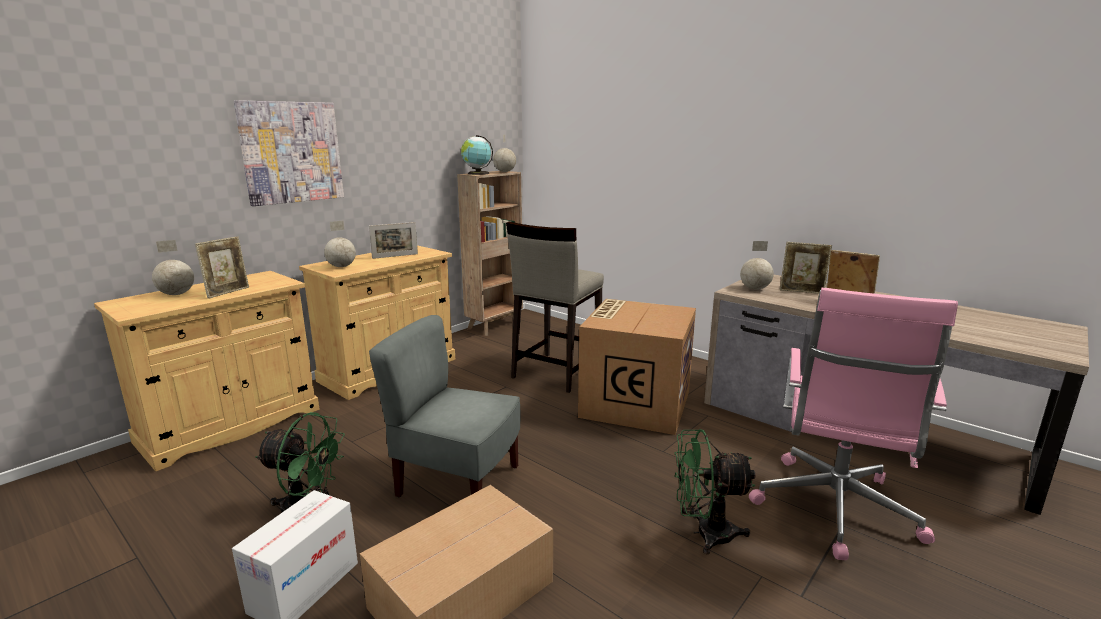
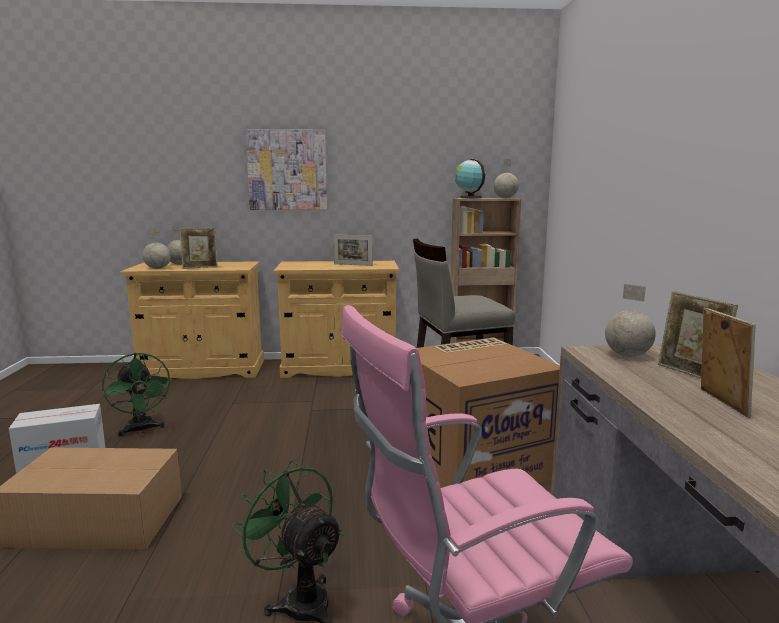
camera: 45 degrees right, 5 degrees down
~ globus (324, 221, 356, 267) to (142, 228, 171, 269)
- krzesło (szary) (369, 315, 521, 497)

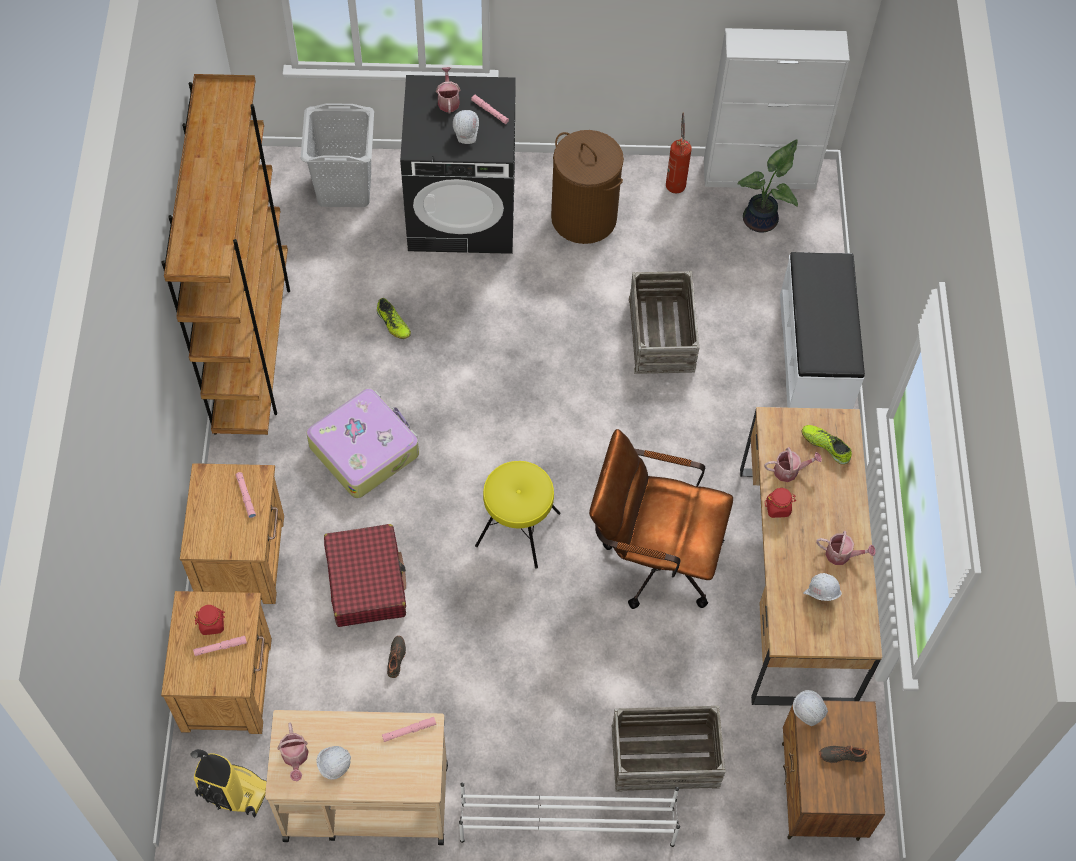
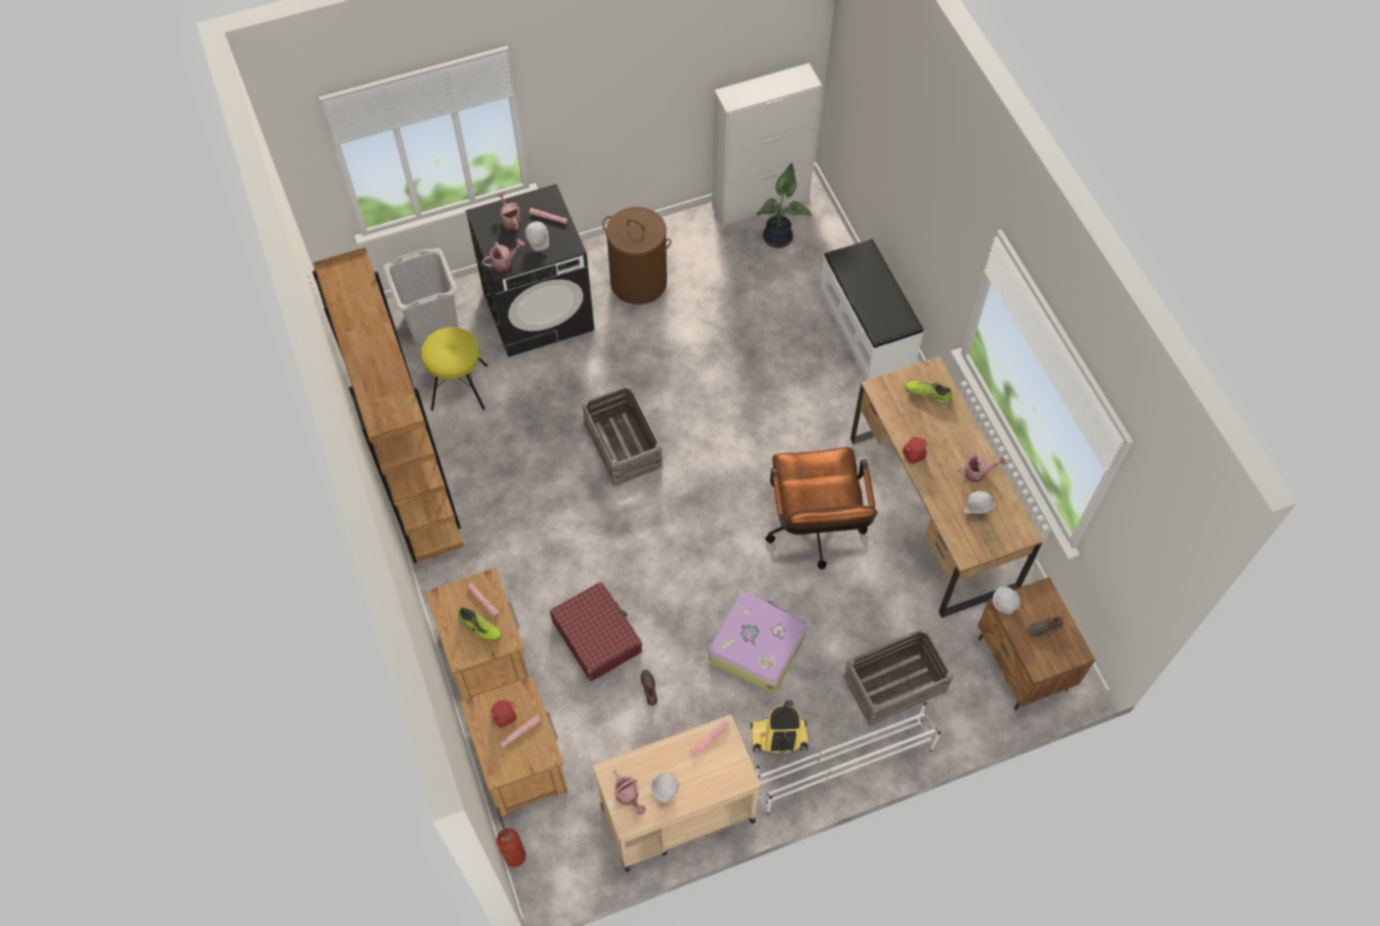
camera: 20 degrees left, 0 degrees up
~ gaśnica (666, 113, 692, 193) to (496, 807, 526, 867)
~ skrzynka (629, 271, 699, 374) to (582, 384, 663, 486)
~ but (377, 298, 411, 339) to (458, 607, 502, 641)
~ walizka (306, 389, 419, 498) to (709, 592, 807, 693)
~ krzesło biurowe (brązowy) (589, 429, 733, 609) = (765, 447, 878, 569) 90 degrees counterclockwise
~ konewka (764, 447, 822, 482) to (482, 239, 525, 271)
~ stołek (żółty) (475, 461, 561, 569) to (422, 327, 488, 411)
~ odkurzacz (190, 749, 267, 818) to (750, 700, 808, 754)

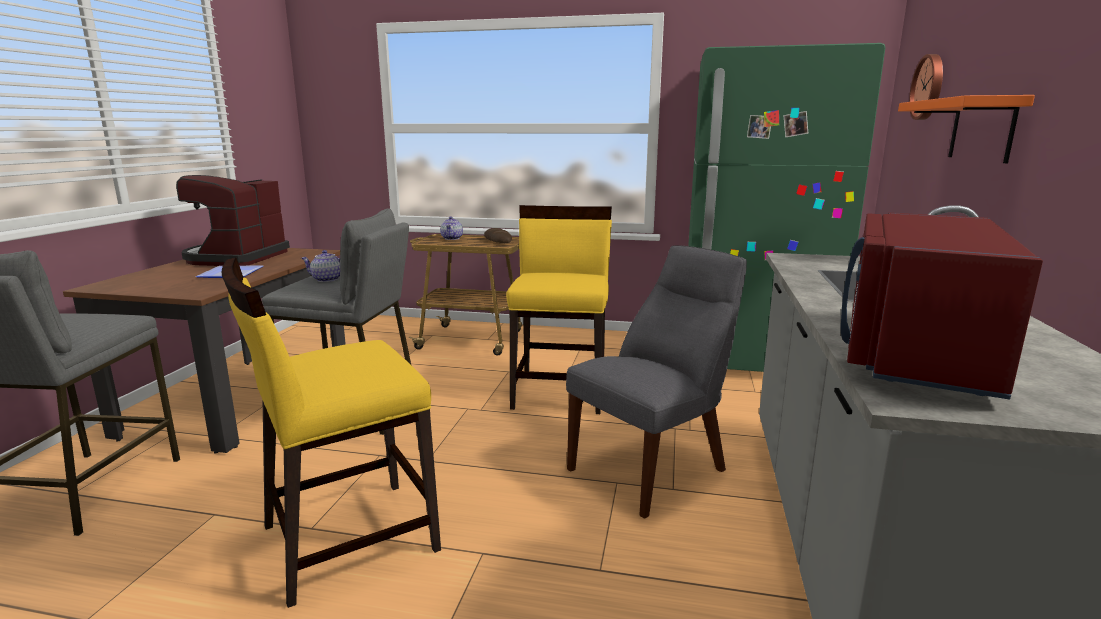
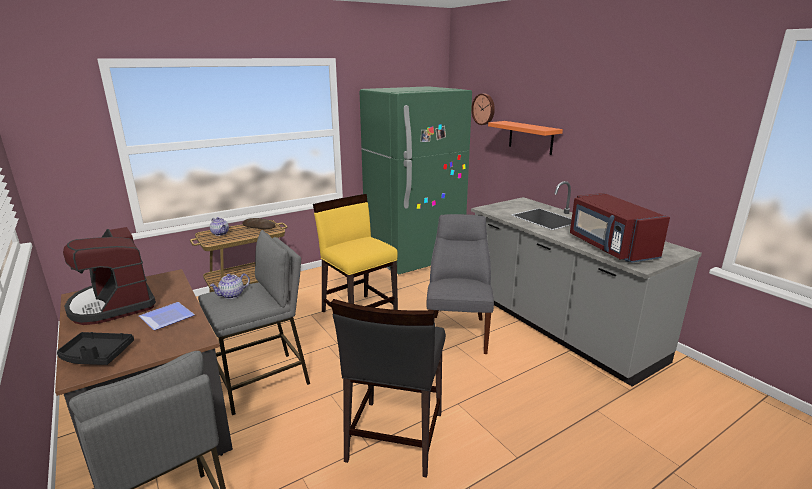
camera: 45 degrees left, 5 degrees up
~ krzesło (żółty) (222, 257, 441, 608) to krzesło (czarny) (331, 299, 446, 478)
+ taca (czarny) (57, 332, 134, 365)

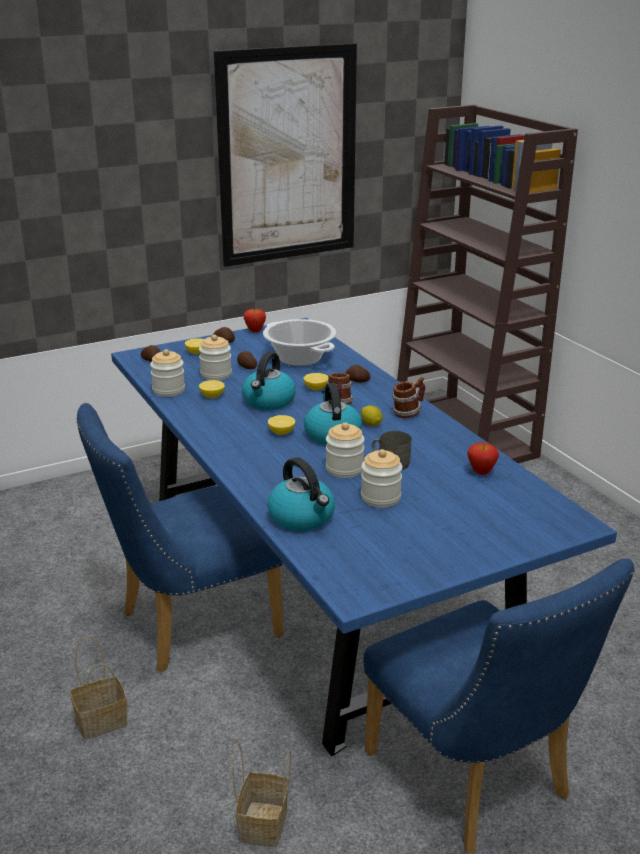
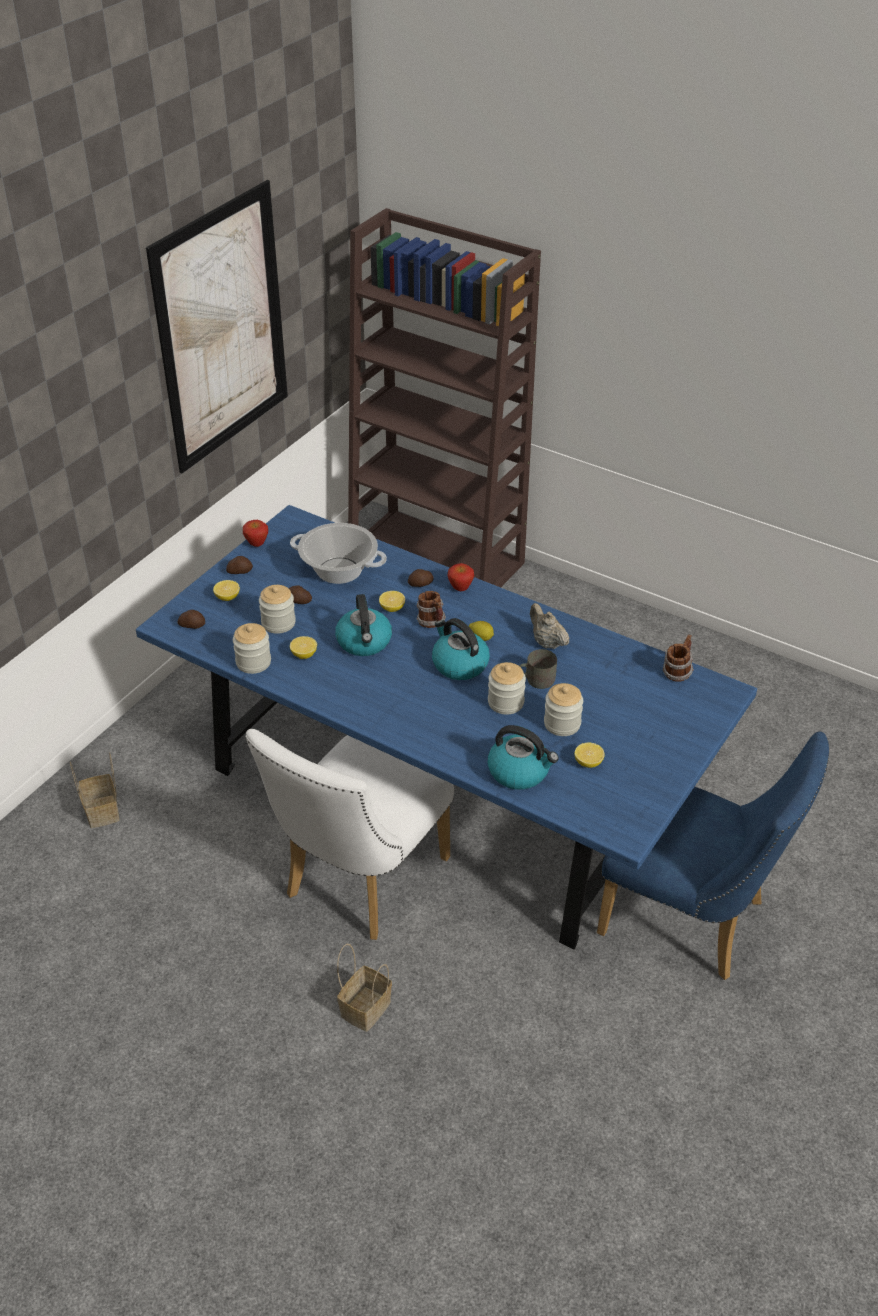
camera: 30 degrees left, 15 degrees up
~ kubek (392, 377, 425, 418) to (663, 634, 694, 682)
~ krzesło (niebieski) (77, 403, 284, 672) to krzesło (biały) (245, 729, 454, 940)
~ cytryna (268, 415, 295, 435) to (574, 742, 605, 768)
~ jabłko (467, 442, 499, 475) to (448, 563, 474, 591)
~ koszyk (233, 743, 291, 847) to (70, 752, 119, 828)
+ imbryk (beżowy) (530, 603, 569, 649)

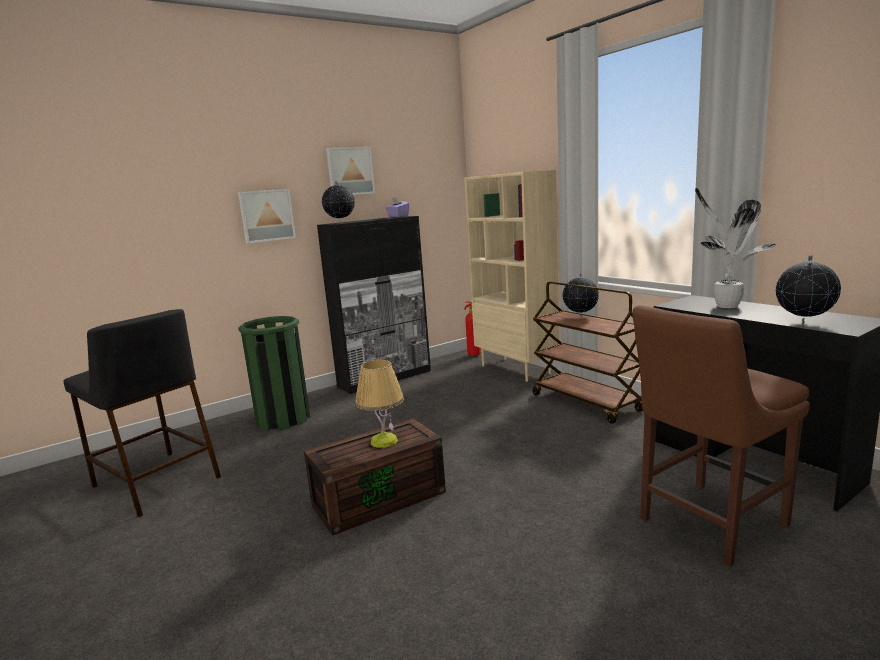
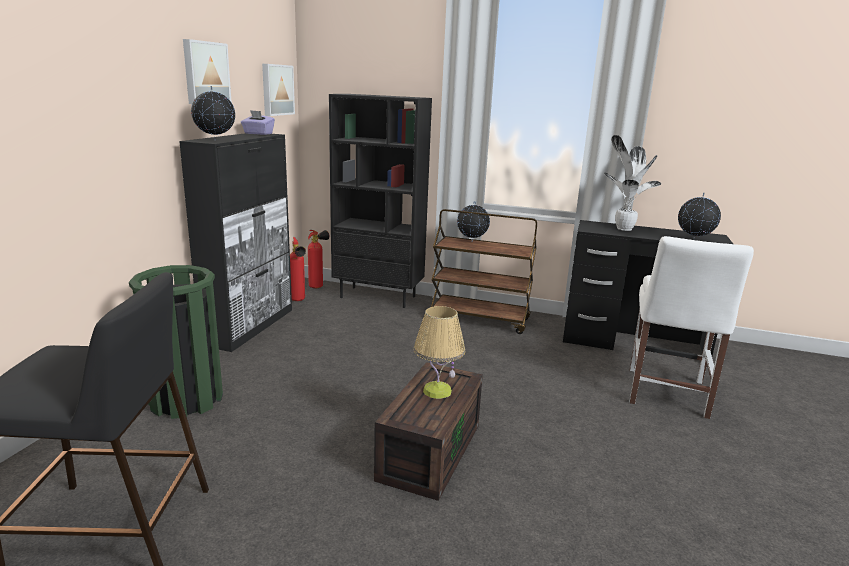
camera: 40 degrees left, 5 degrees up
~ regał (beżowy) (464, 170, 559, 382) to regał (czarny) (329, 94, 432, 308)
~ obraz (238, 189, 296, 243) to (262, 64, 295, 116)
~ krzesło (brązowy) (632, 305, 810, 567) to krzesło (biały) (630, 236, 754, 419)
+ gaśnica (290, 237, 306, 301)

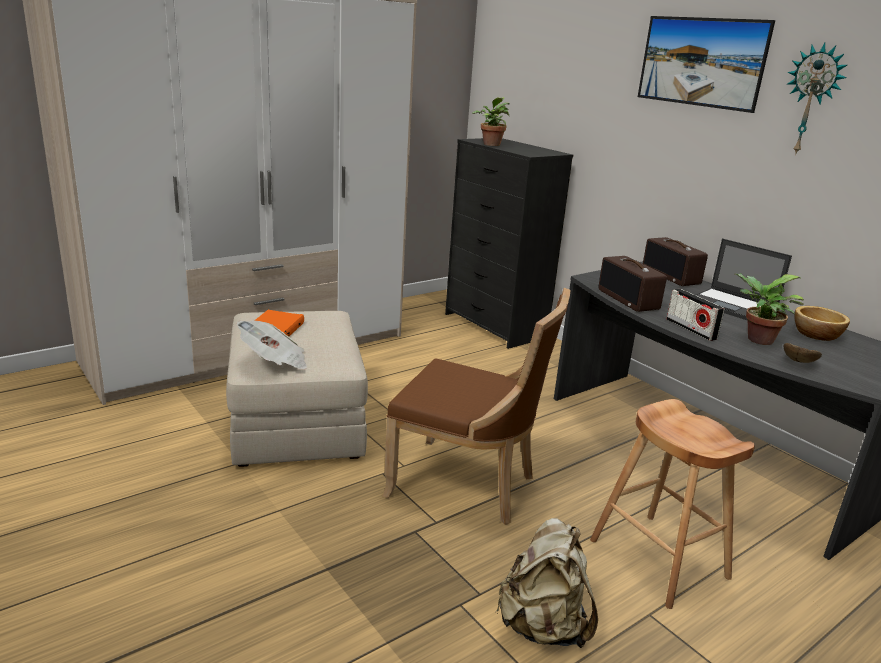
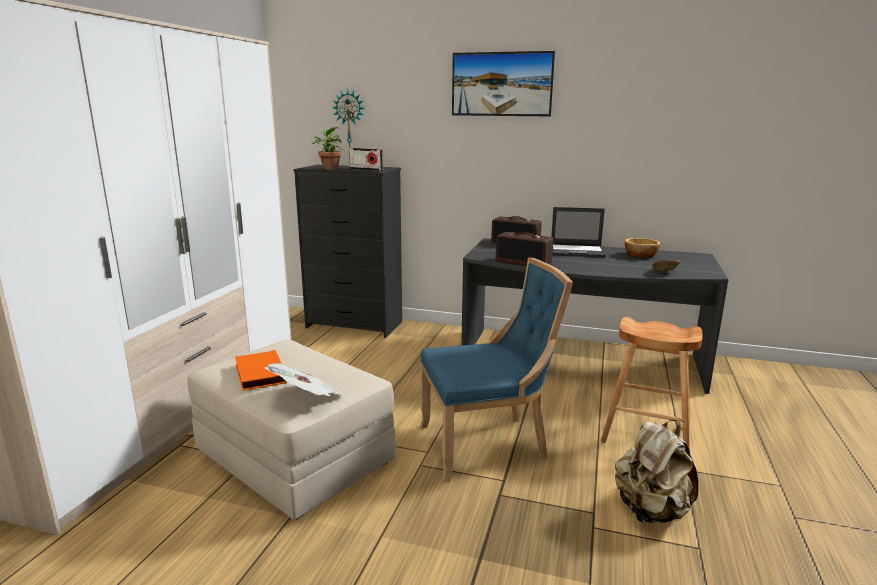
camera: 35 degrees left, 5 degrees down
~ zegar ścienny (787, 42, 847, 155) to (332, 89, 364, 153)
- roślina doniczkowa (735, 273, 804, 345)
~ krzesło (brązowy) (382, 288, 570, 525) to krzesło (niebieski) (420, 257, 573, 482)
~ radio (667, 289, 725, 341) to (349, 148, 383, 171)

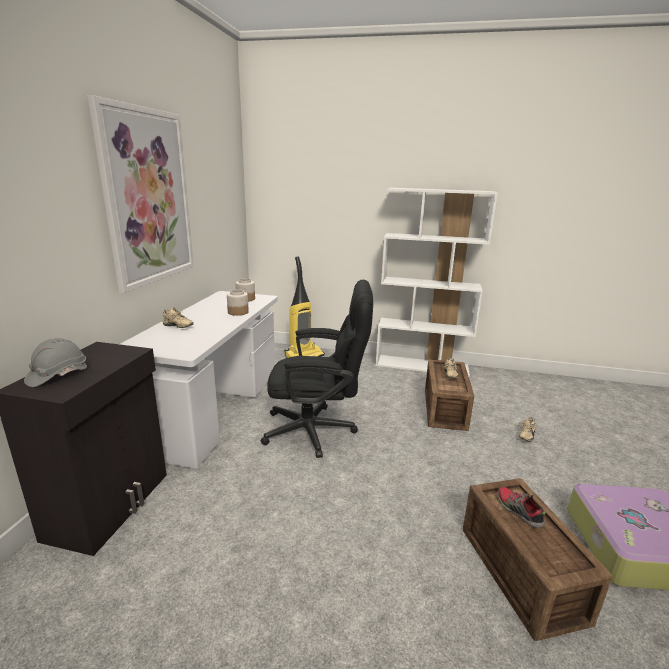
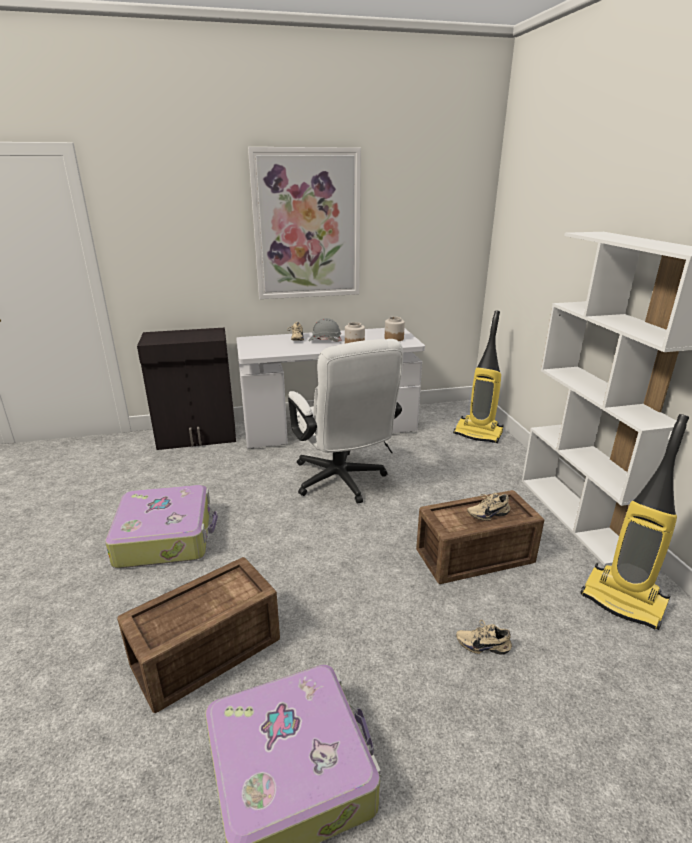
camera: 65 degrees right, 5 degrees up
~ krzesło biurowe (czarny) (261, 279, 373, 458) to krzesło biurowe (biały) (288, 339, 403, 504)
~ kask (szary) (24, 338, 87, 387) to (308, 318, 342, 342)
- but (497, 487, 546, 528)
+ odkurzacz (580, 414, 689, 630)
+ walizka (105, 485, 218, 568)

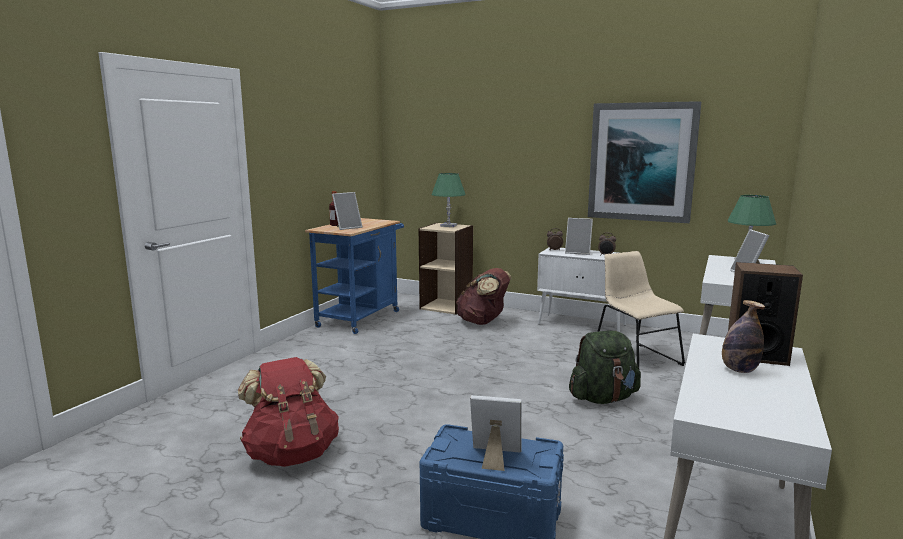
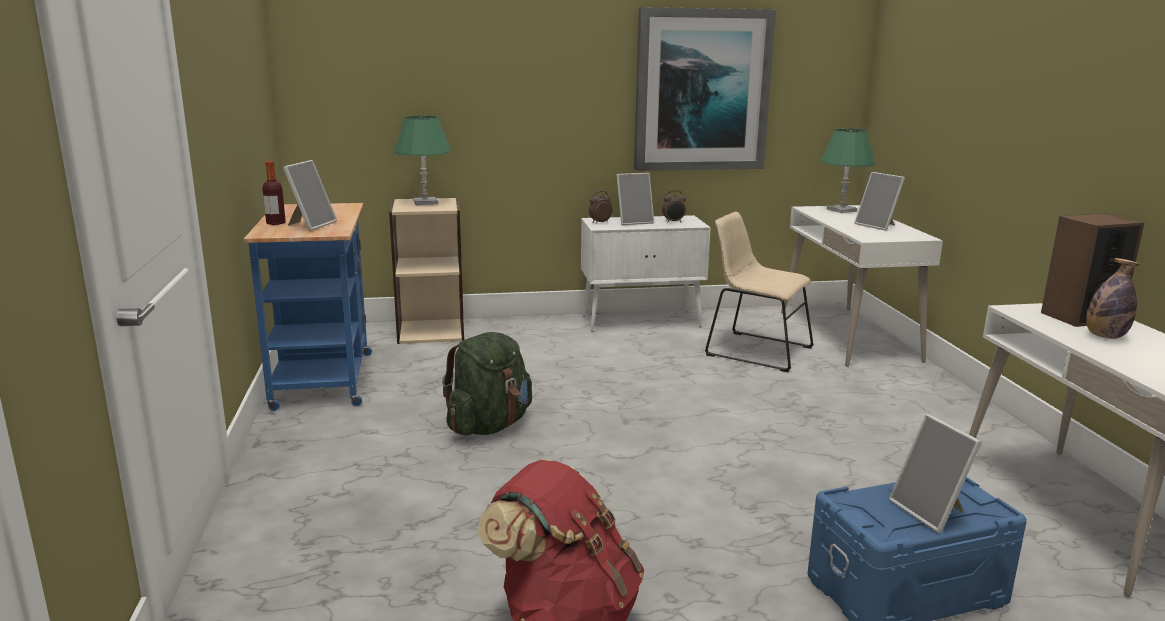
camera: 35 degrees left, 5 degrees up
- plecak (brązowy) (456, 268, 512, 325)
~ plecak (zielony) (569, 331, 641, 404) to (442, 332, 532, 436)
~ ramka na zdjęcie (470, 395, 522, 471) = (889, 414, 982, 533) 90 degrees counterclockwise

